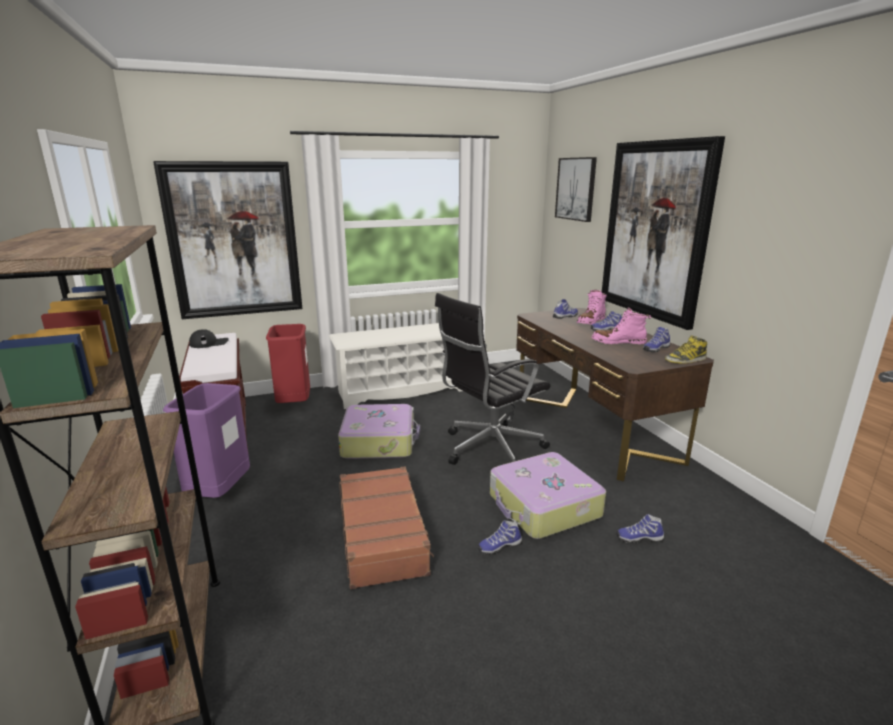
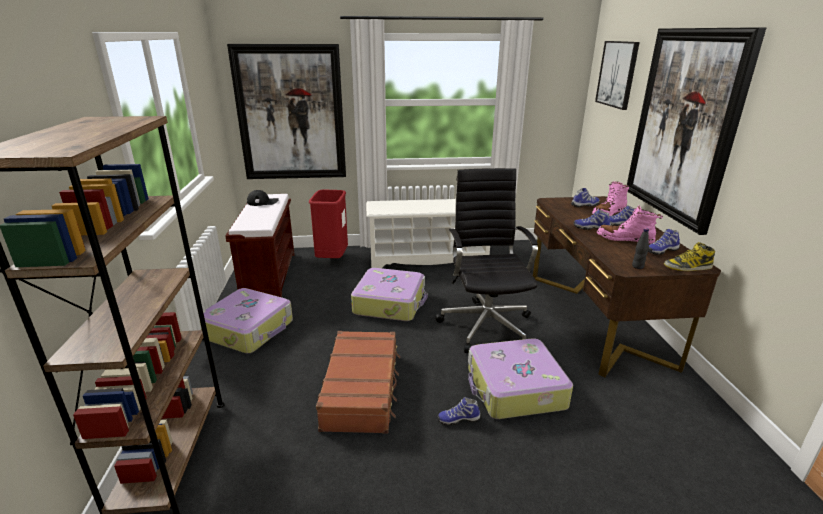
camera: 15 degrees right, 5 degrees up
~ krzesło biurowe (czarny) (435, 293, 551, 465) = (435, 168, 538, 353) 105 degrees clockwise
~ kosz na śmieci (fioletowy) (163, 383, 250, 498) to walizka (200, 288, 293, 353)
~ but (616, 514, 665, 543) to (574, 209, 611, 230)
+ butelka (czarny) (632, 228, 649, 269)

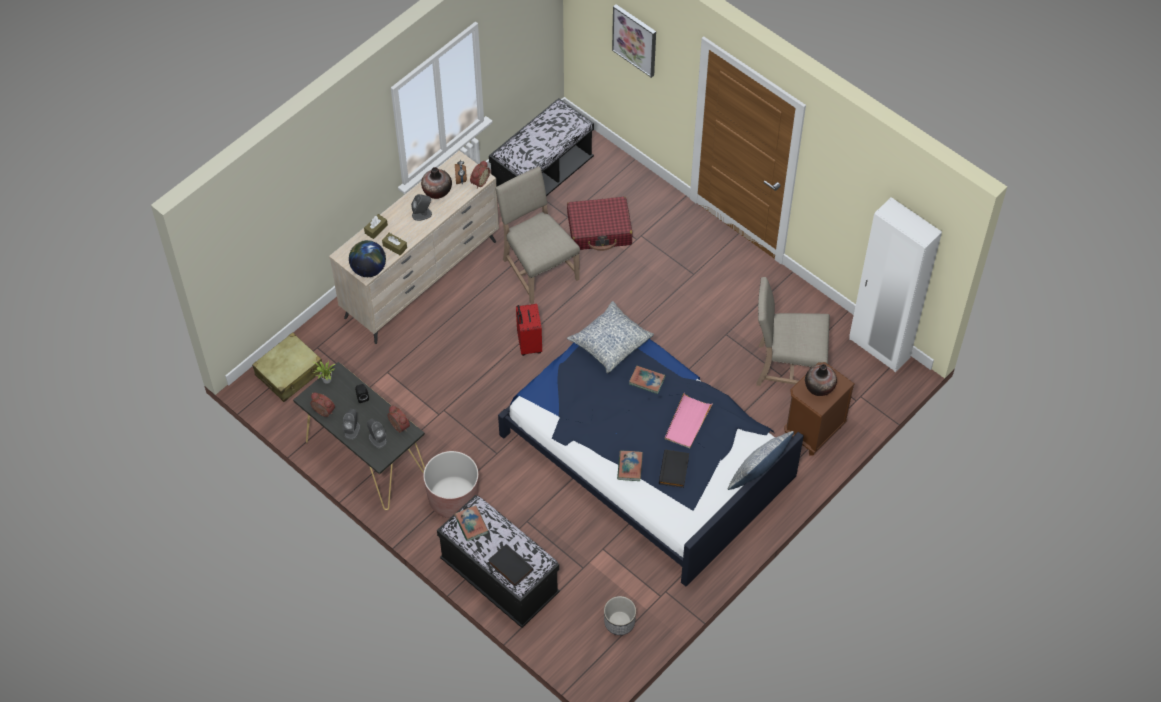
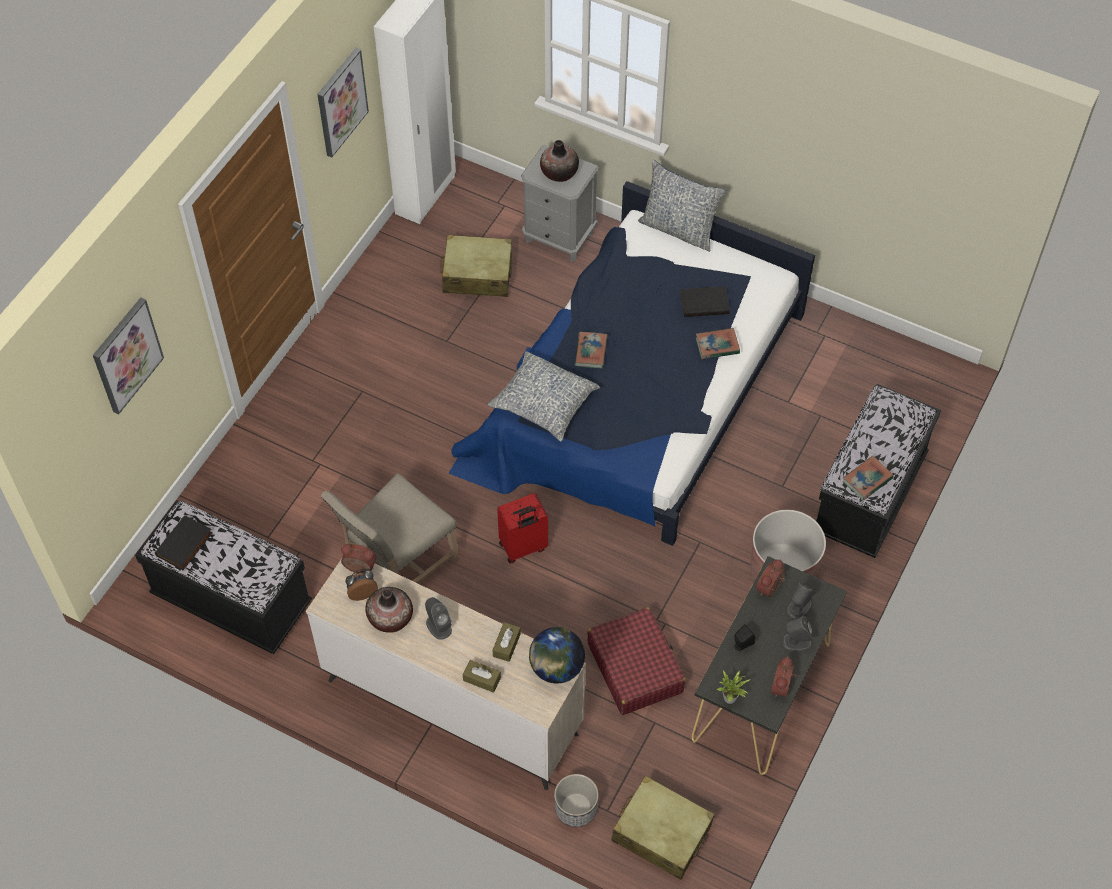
camera: 105 degrees left, 0 degrees up
~ walizka (czerwony) (567, 197, 633, 251) to (587, 607, 686, 715)
~ krzesło (beżowy) (756, 277, 830, 386) to walizka (beżowy) (440, 235, 512, 297)
~ szafka nocna (brązowy) (784, 362, 855, 456) to szafka nocna (szary) (521, 145, 599, 261)
- taca (różowy) (665, 393, 713, 448)
~ książka (czarny) (488, 544, 534, 587) to (155, 515, 213, 570)
~ donica (604, 596, 636, 635) to (554, 774, 599, 827)
+ obraz (317, 48, 369, 158)

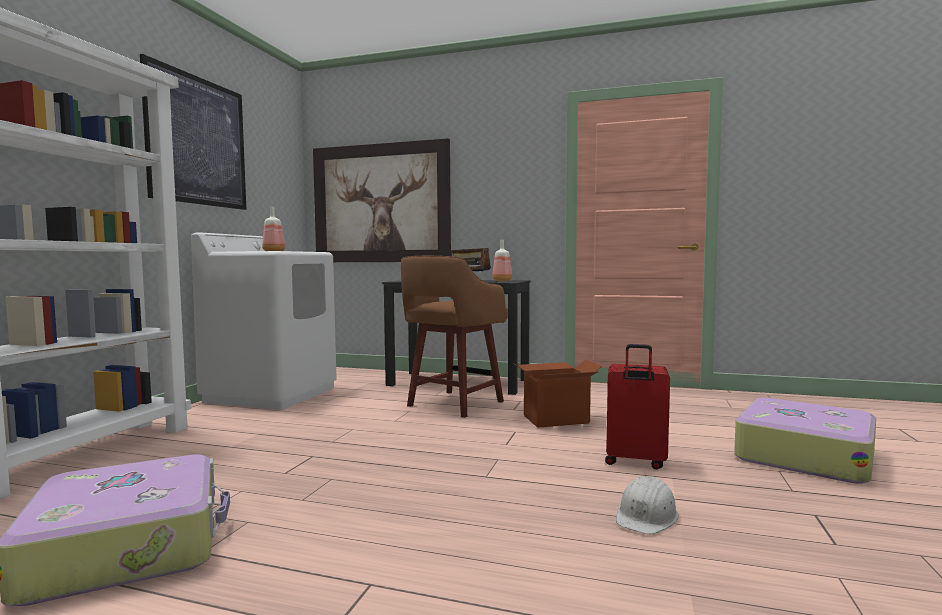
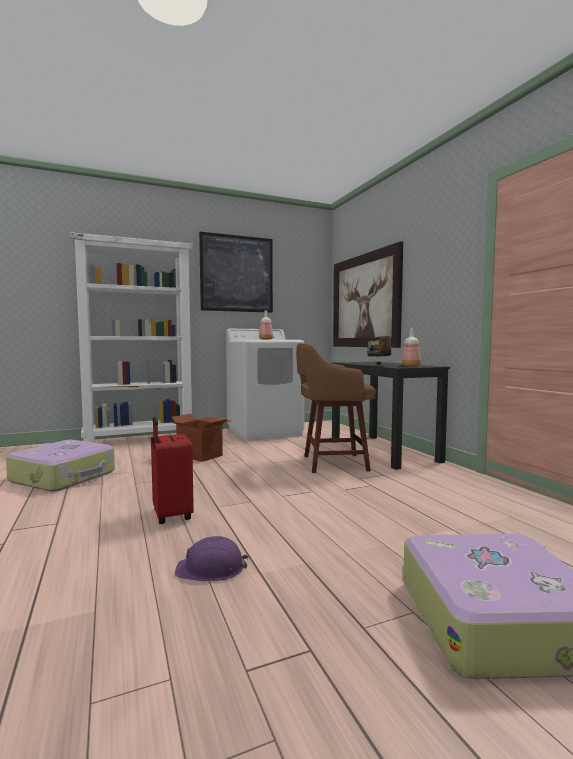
camera: 50 degrees right, 0 degrees up
~ walizka (czerwony) (605, 344, 670, 469) to (151, 417, 194, 524)
~ karton (513, 359, 602, 428) to (166, 414, 231, 462)
~ kask (biały) (616, 476, 678, 534) to kask (fioletowy) (175, 536, 249, 581)

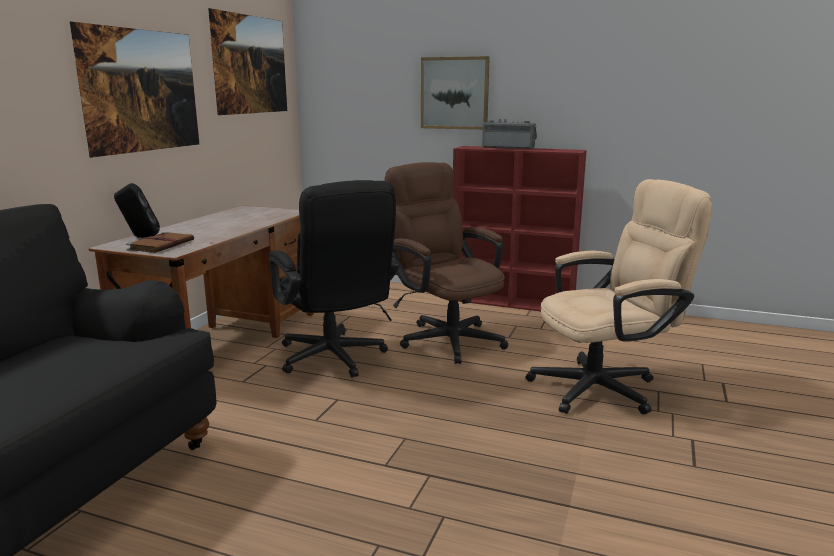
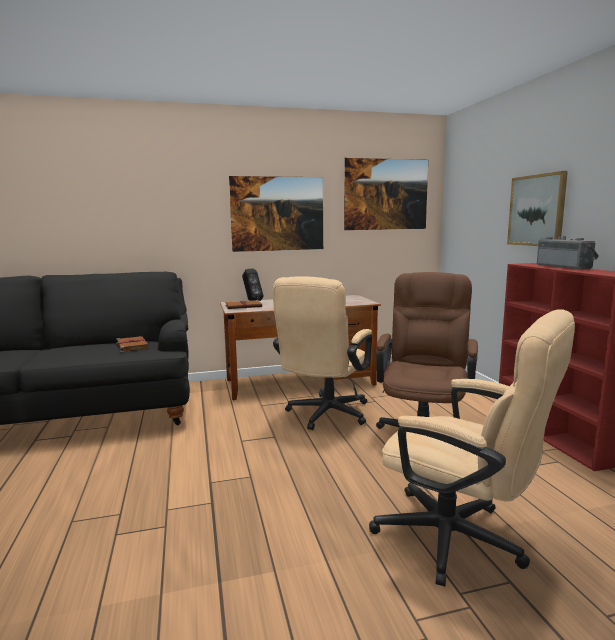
camera: 55 degrees right, 5 degrees down
~ krzesło biurowe (czarny) (269, 180, 399, 378) to krzesło biurowe (beżowy) (273, 276, 372, 430)
+ książka (brązowy) (116, 336, 149, 352)

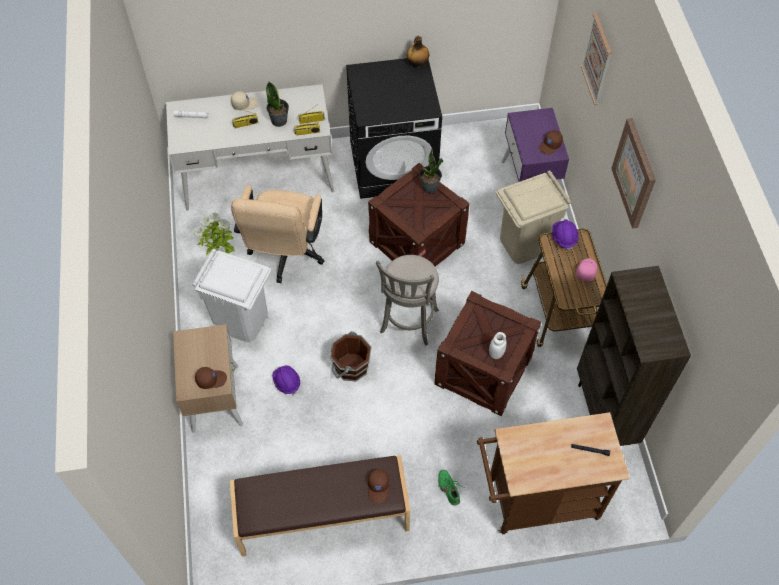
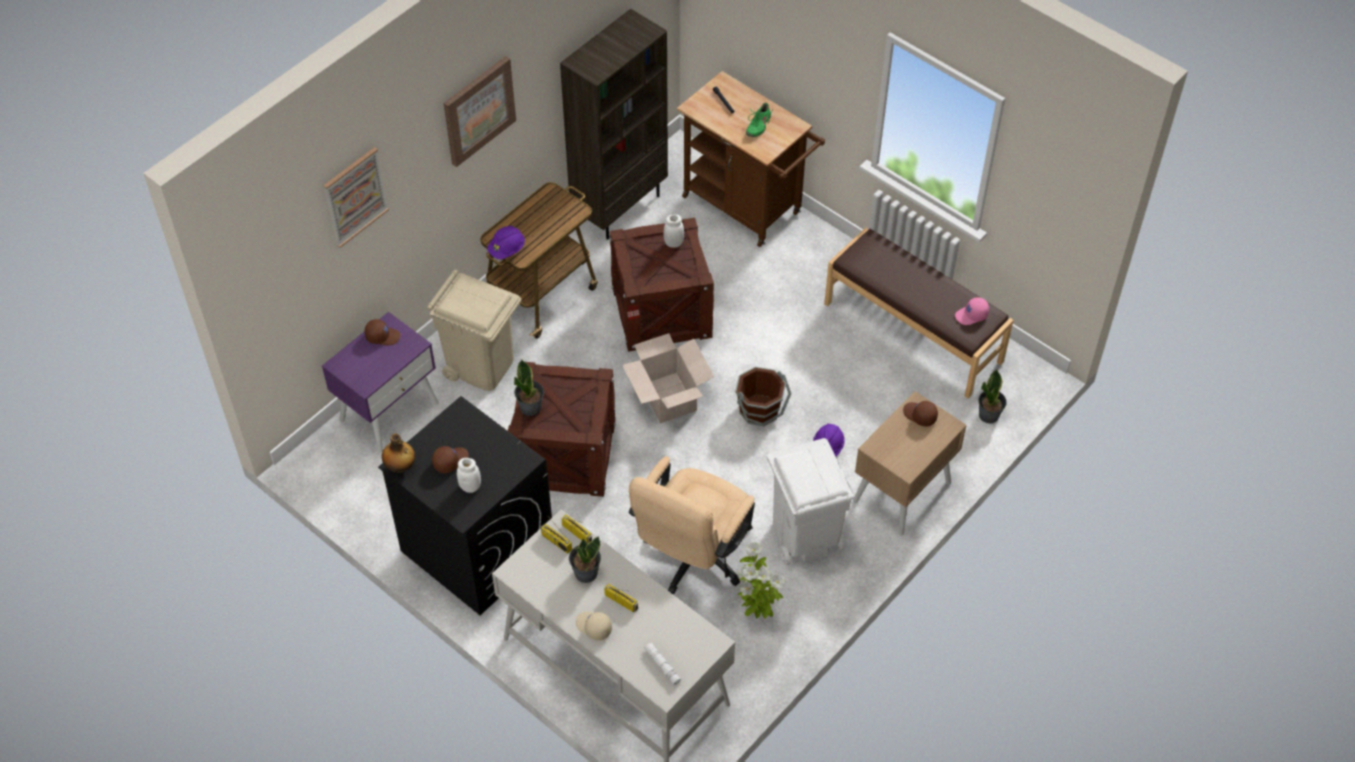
camera: 130 degrees left, 5 degrees down
~ krzesło biurowe (beżowy) (231, 185, 324, 283) = (629, 456, 755, 595) 150 degrees clockwise
~ stołek (szary) (376, 255, 439, 345) to karton (622, 333, 714, 423)
~ czapka z daszkiem (różowy) (576, 258, 597, 282) to (955, 297, 989, 325)
~ czapka z daszkiem (brązowy) (368, 469, 389, 503) to (432, 446, 469, 473)
~ but (zielony) (438, 470, 462, 506) to (746, 102, 772, 137)
+ roślina doniczkowa (978, 369, 1006, 423)
+ słoik (biały) (457, 458, 481, 493)

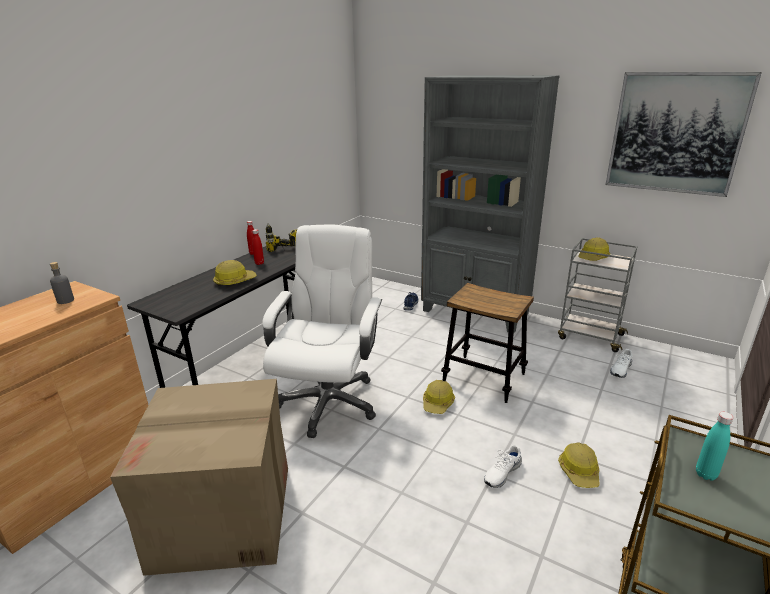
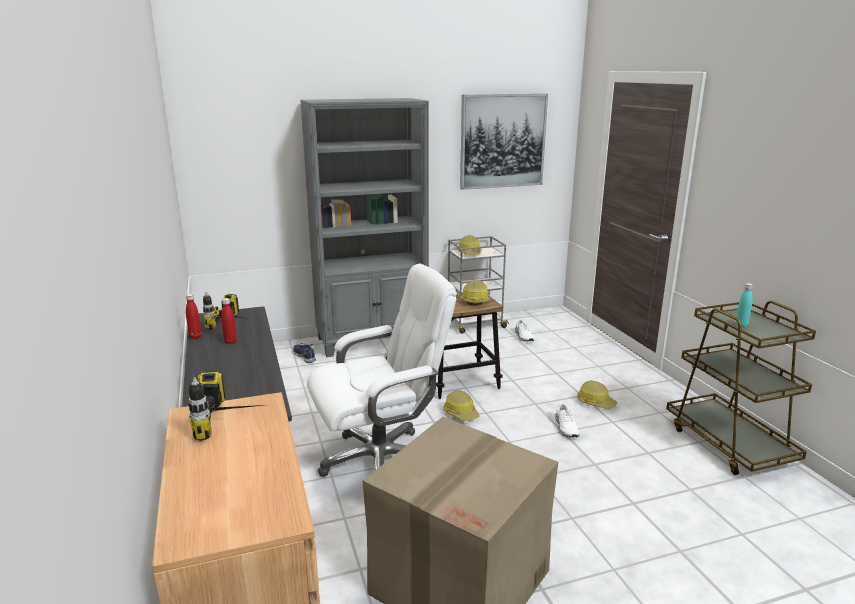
camera: 50 degrees left, 5 degrees down
~ krzesło biurowe (biały) (262, 225, 382, 438) = (307, 264, 457, 477) 105 degrees clockwise
~ kask (213, 260, 257, 286) to (460, 280, 490, 306)
~ butelka (szary) (50, 262, 74, 304) to wiertarka (189, 371, 263, 441)

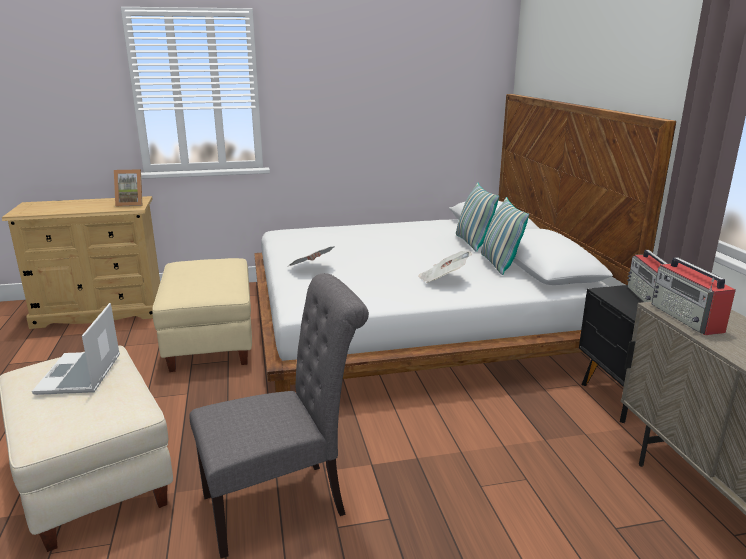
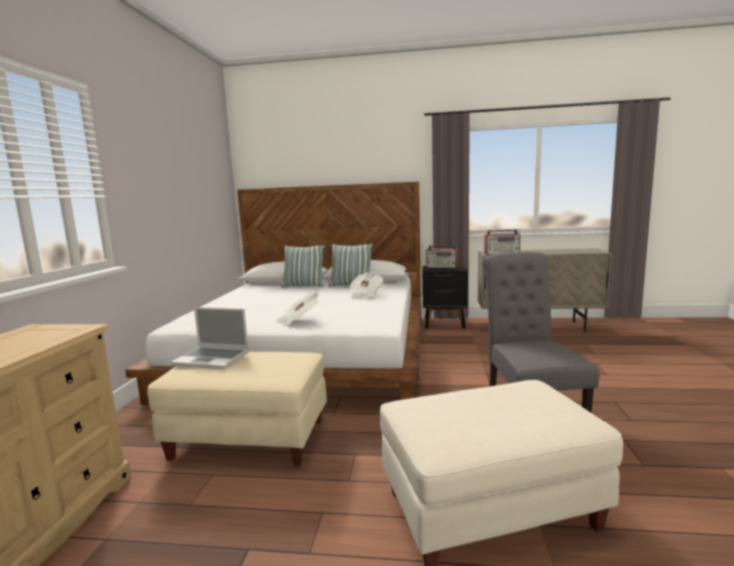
camera: 70 degrees left, 10 degrees down
- ramka na zdjęcie (114, 169, 143, 206)
~ laptop (32, 303, 120, 395) to (171, 307, 249, 369)

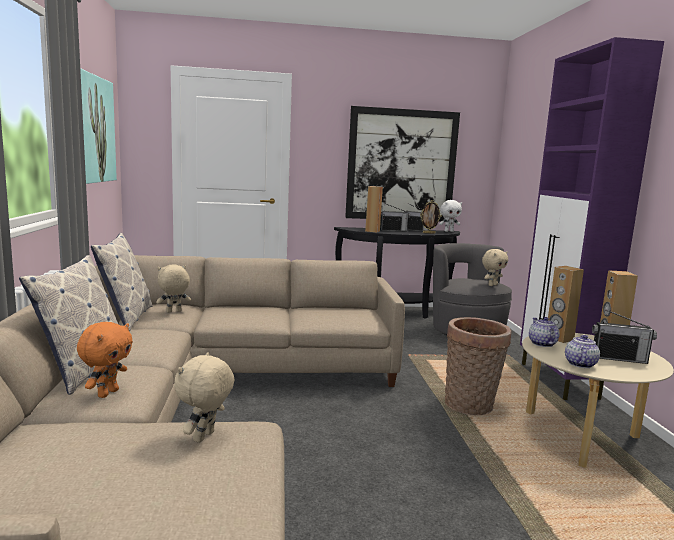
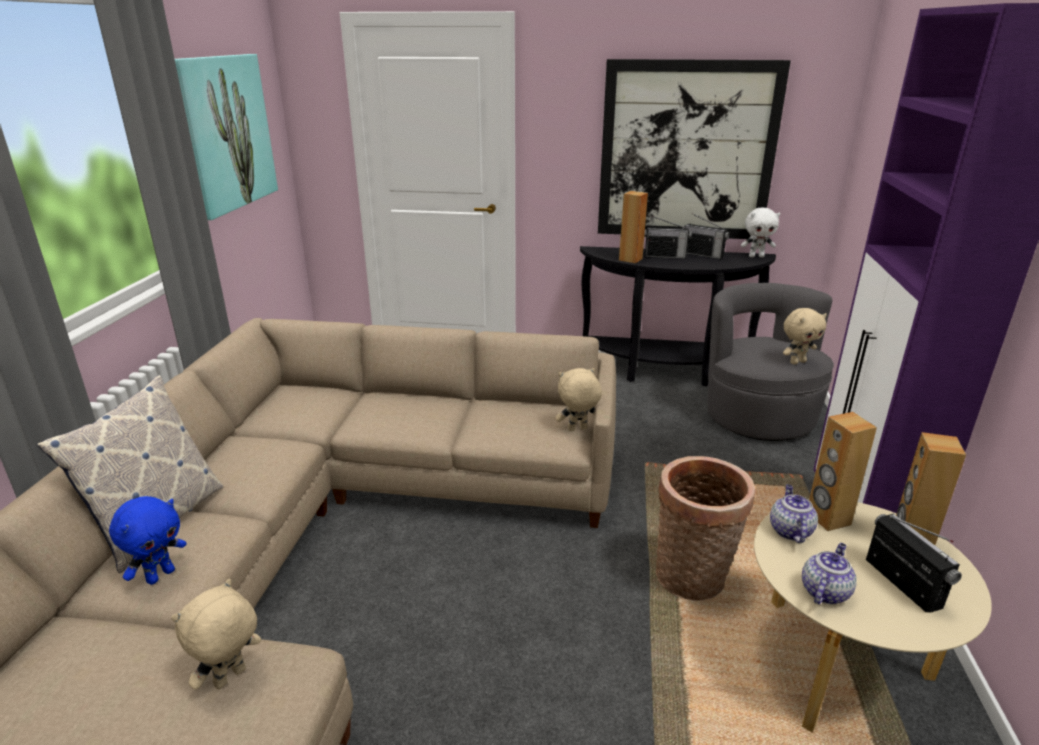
camera: 15 degrees right, 15 degrees up
- ramka na zdjęcie (420, 200, 441, 234)
- poduszka (91, 233, 152, 331)
~ pluszak (beżowy) (156, 264, 191, 313) to (556, 368, 602, 431)
~ radio (592, 309, 657, 364) = (866, 514, 962, 613) 135 degrees counterclockwise
~ pluszak (pomarańczowy) (77, 322, 133, 398) to pluszak (niebieski) (109, 496, 187, 585)

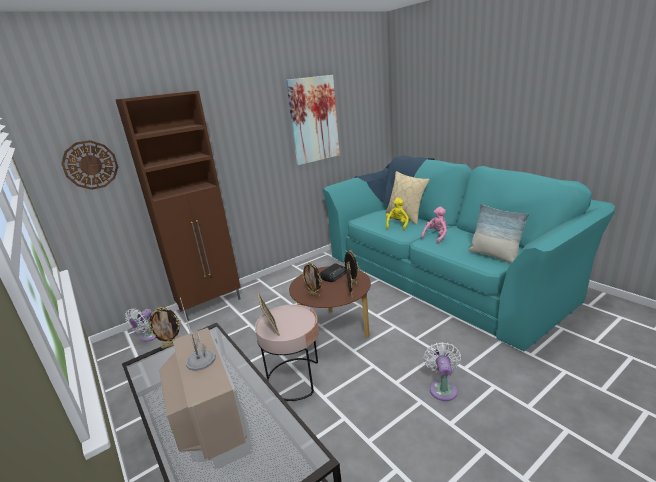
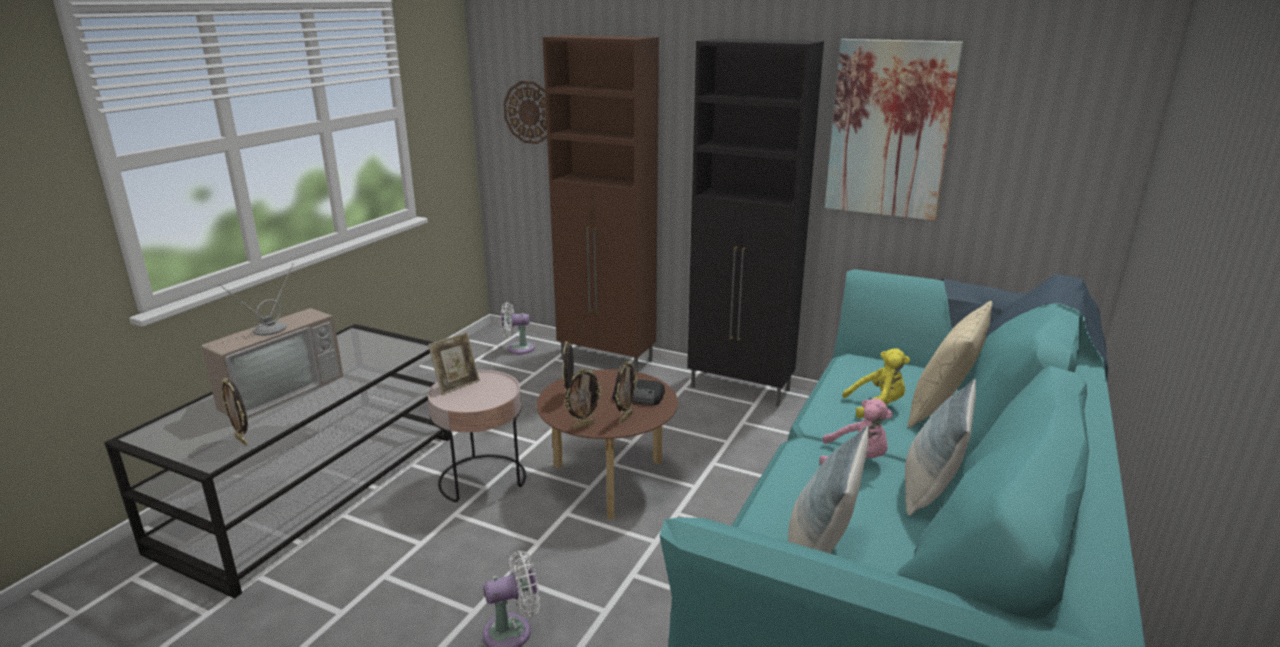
camera: 60 degrees right, 0 degrees up
~ ramka na zdjęcie (148, 307, 181, 349) to (222, 378, 248, 446)
+ szafka (czarny) (687, 39, 824, 407)
+ poduszka (905, 379, 976, 516)

